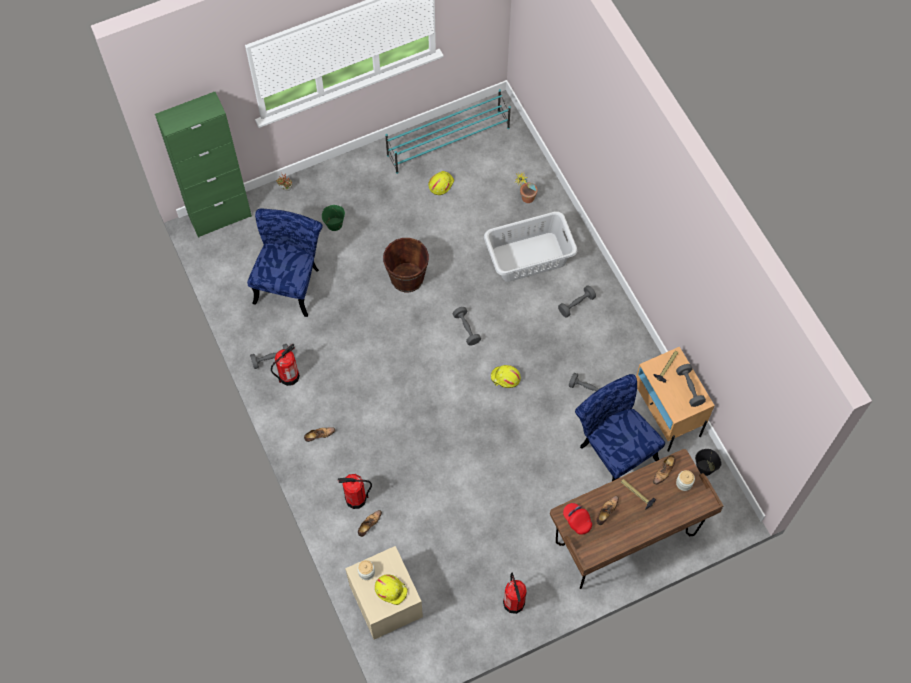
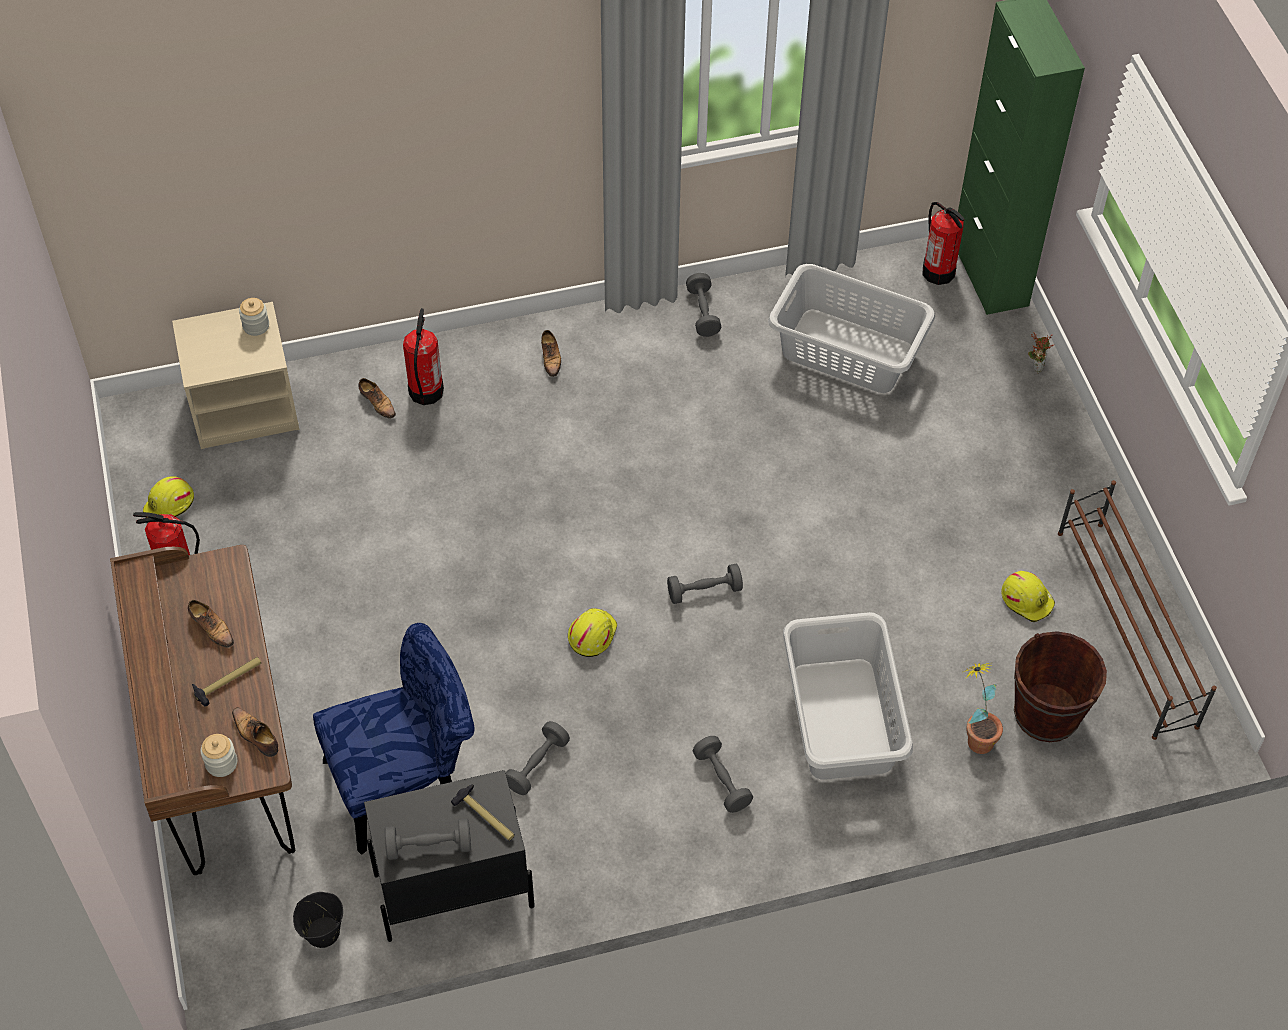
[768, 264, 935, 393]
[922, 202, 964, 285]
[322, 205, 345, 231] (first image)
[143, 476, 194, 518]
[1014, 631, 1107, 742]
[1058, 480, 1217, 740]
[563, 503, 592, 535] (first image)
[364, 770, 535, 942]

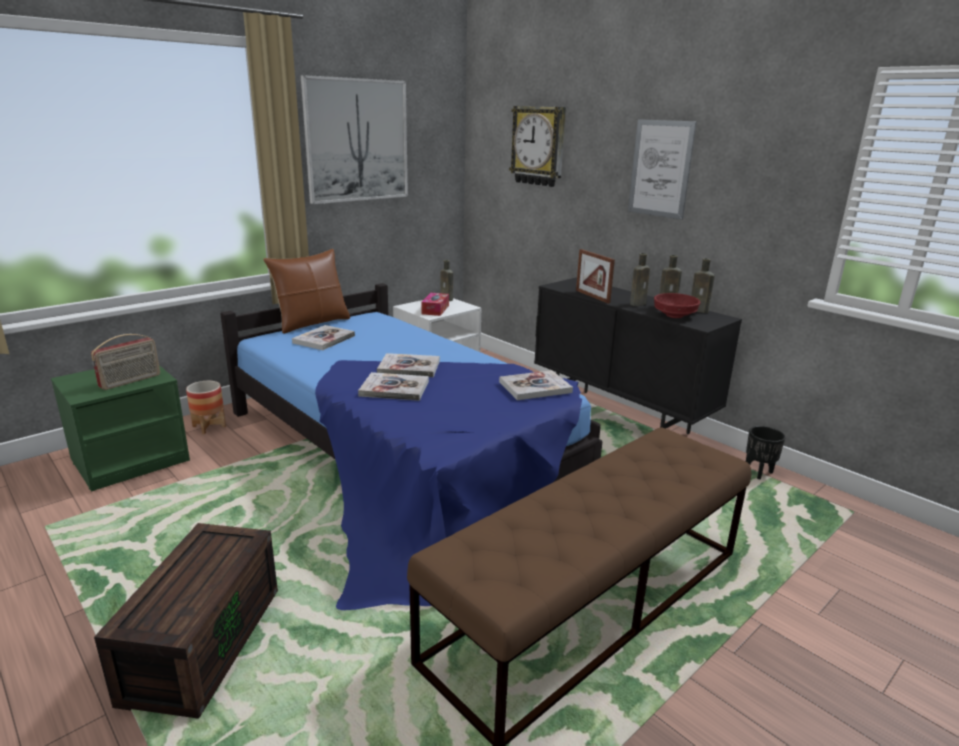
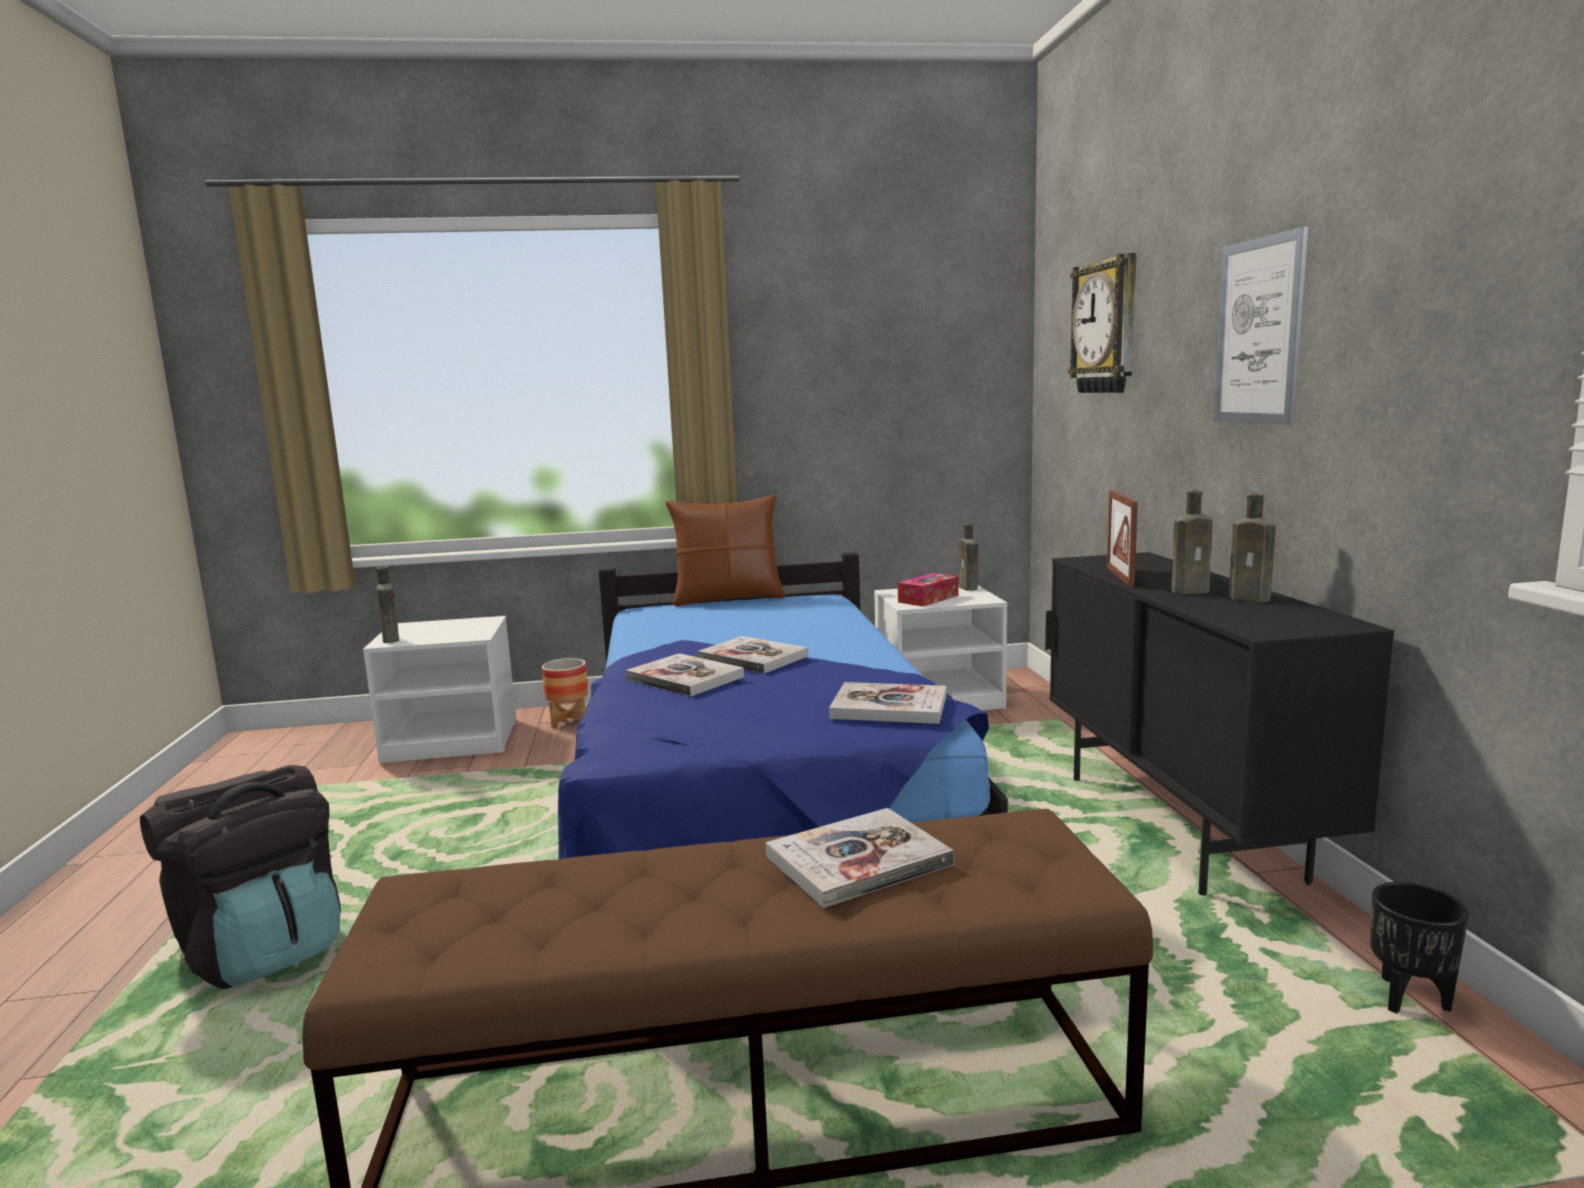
[363, 616, 516, 763]
[91, 334, 160, 390] (first image)
[140, 765, 341, 989]
[766, 808, 954, 908]
[300, 75, 408, 204] (first image)
[654, 293, 701, 318] (first image)
[376, 566, 399, 643]

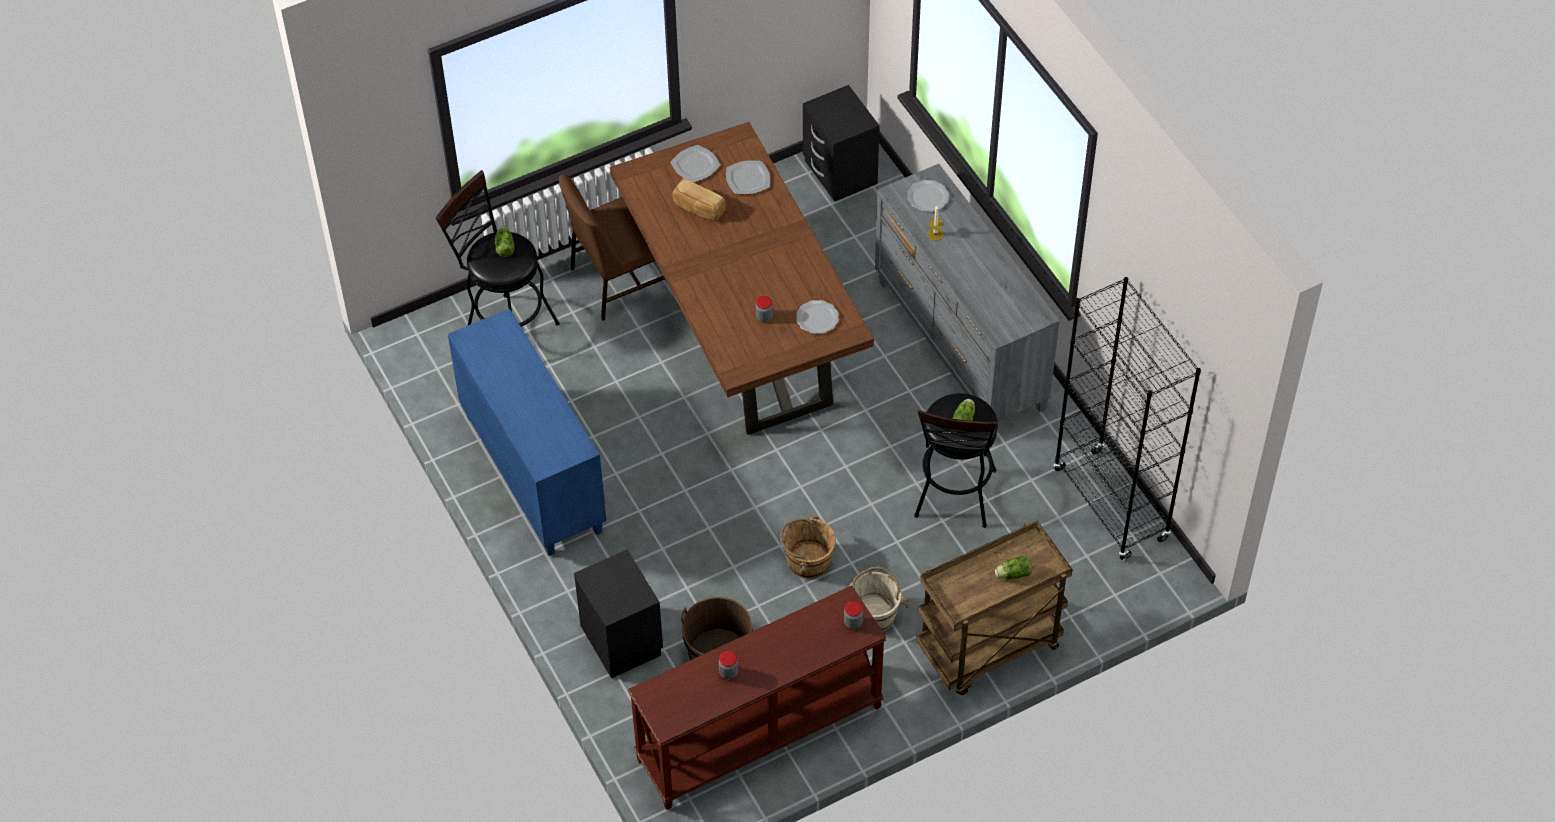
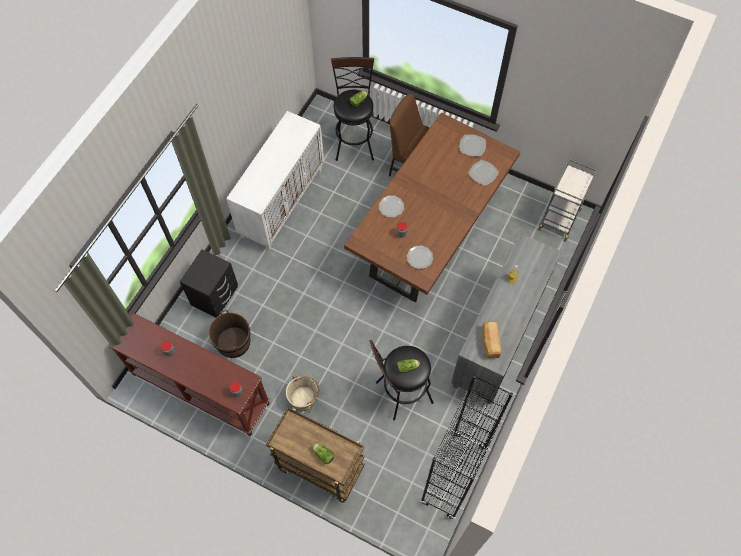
[226, 111, 324, 251]
[482, 321, 501, 358]
[780, 515, 836, 578] (first image)
[538, 159, 597, 242]
[379, 196, 404, 217]

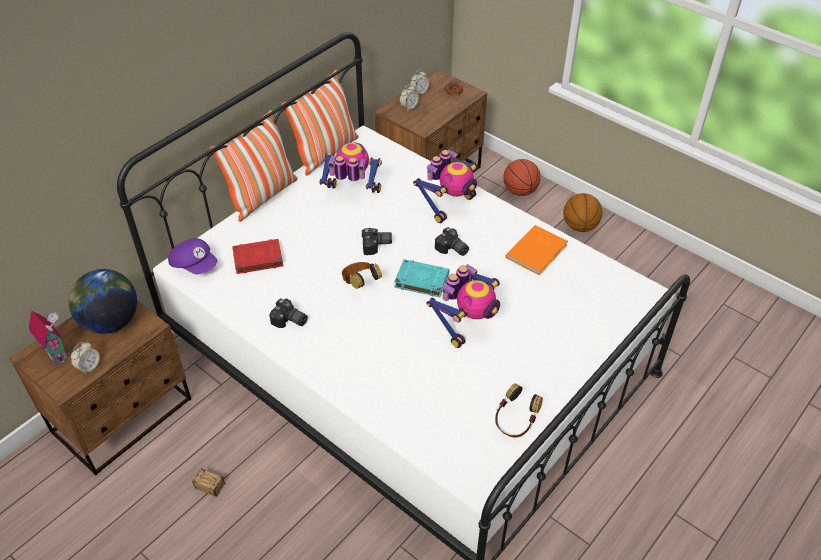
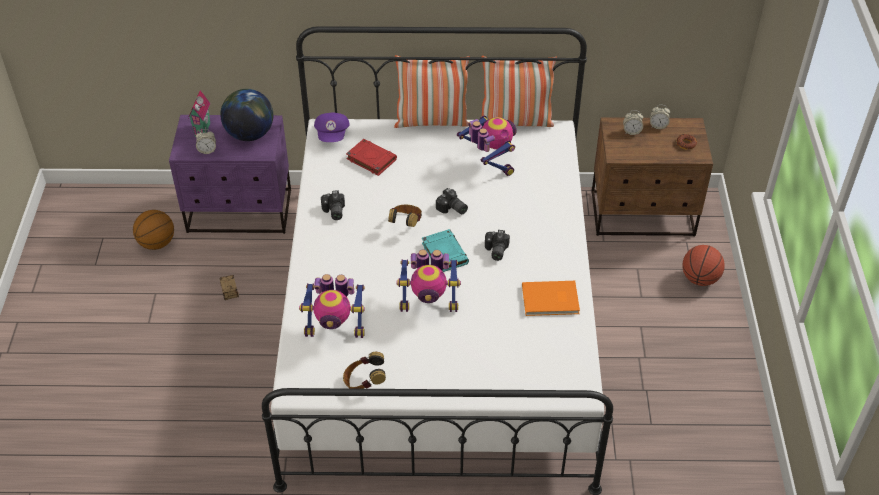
[169, 115, 291, 234]
[299, 274, 365, 338]
[133, 210, 174, 250]

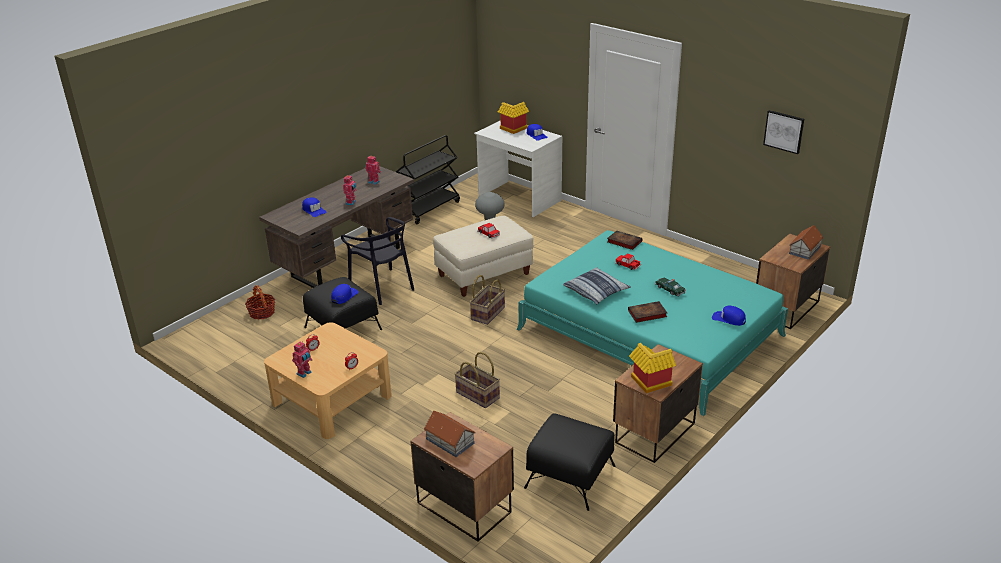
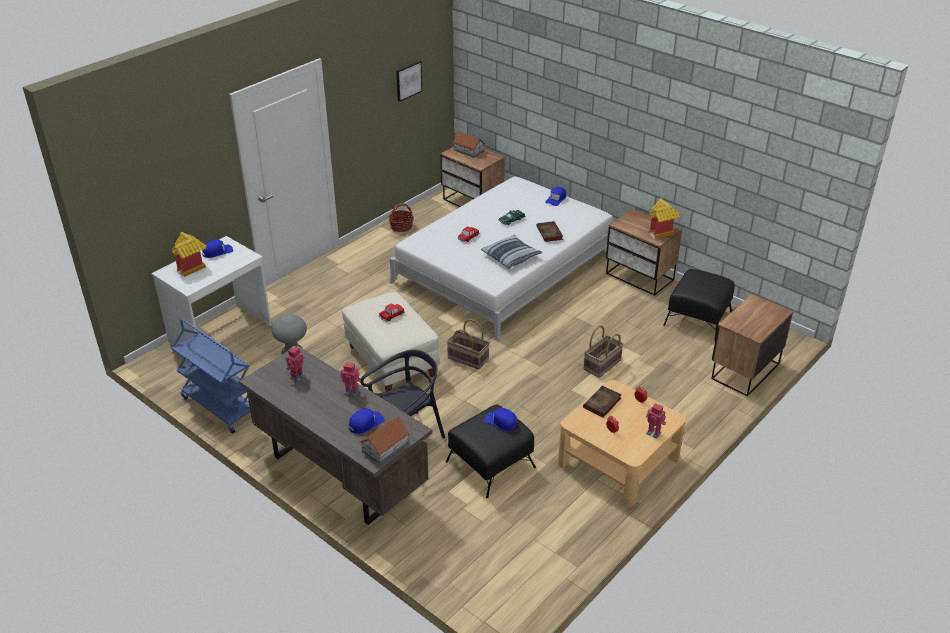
[388, 203, 414, 232]
[172, 319, 251, 434]
[360, 417, 410, 464]
[389, 176, 613, 341]
[583, 386, 621, 418]

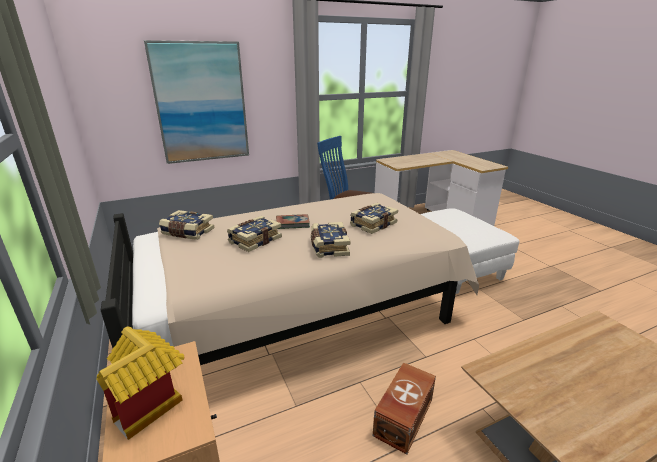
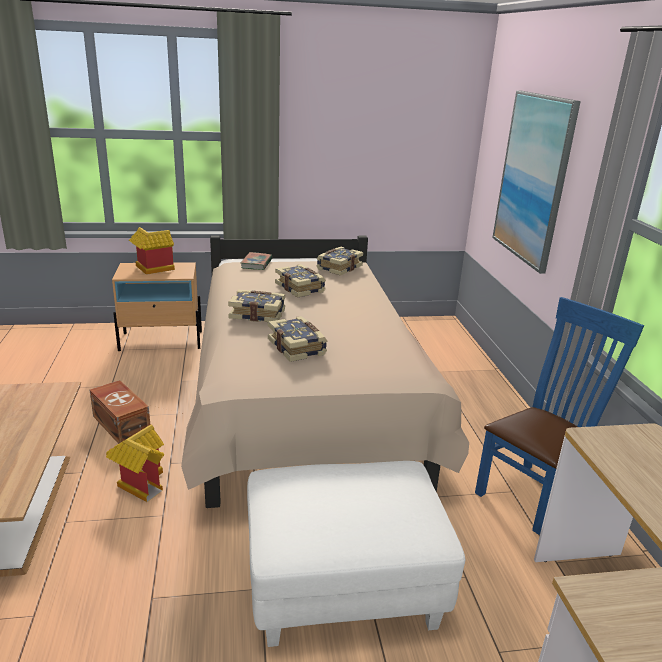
[241, 252, 273, 270]
[106, 424, 164, 502]

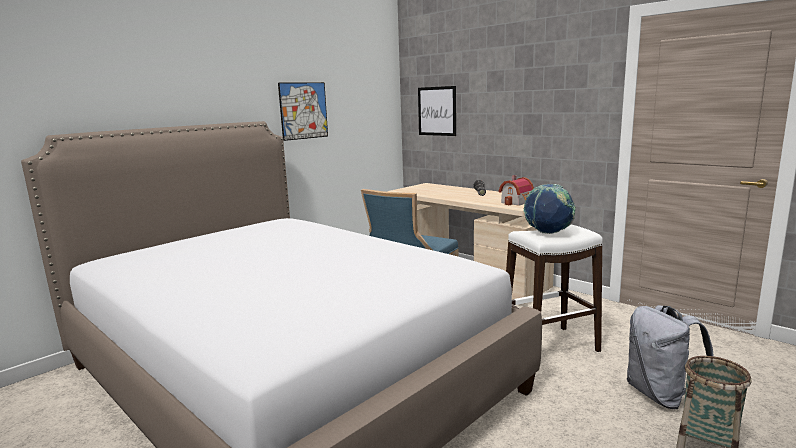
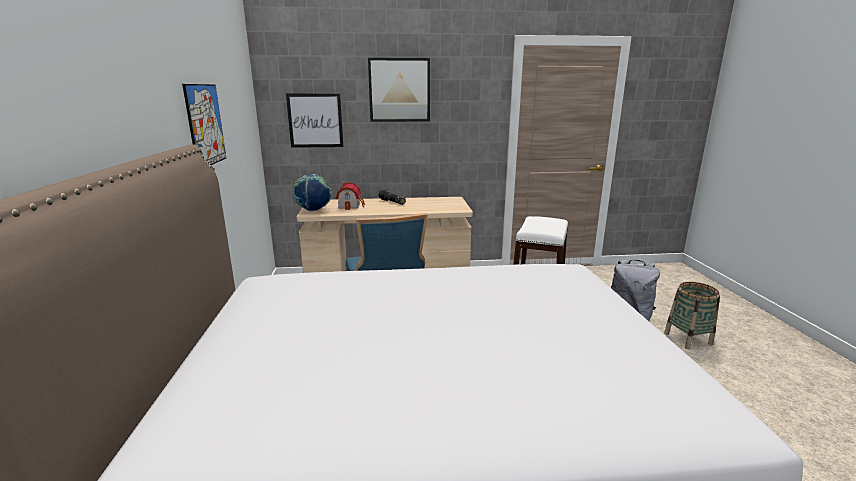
[336, 182, 365, 210]
[293, 174, 332, 211]
[368, 58, 430, 122]

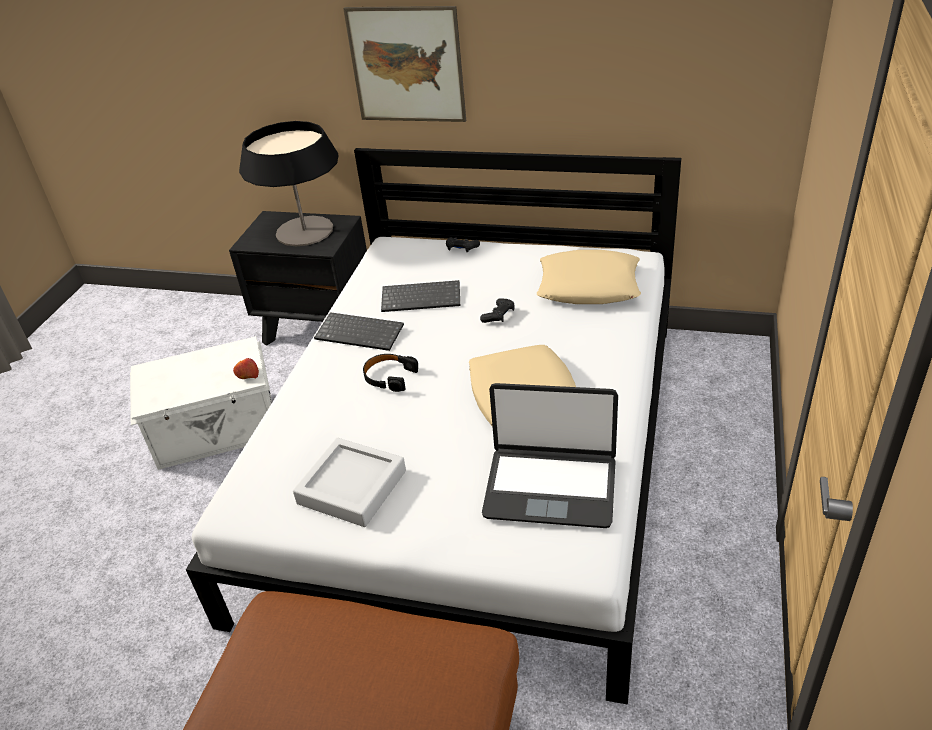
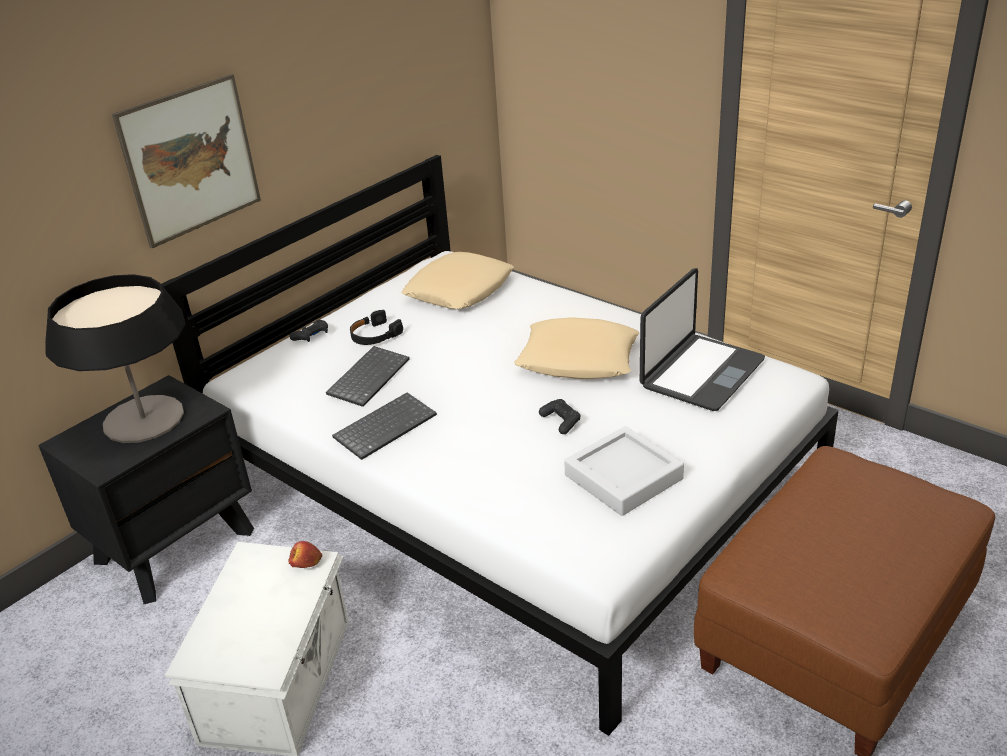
[350, 310, 403, 345]
[539, 399, 580, 434]

